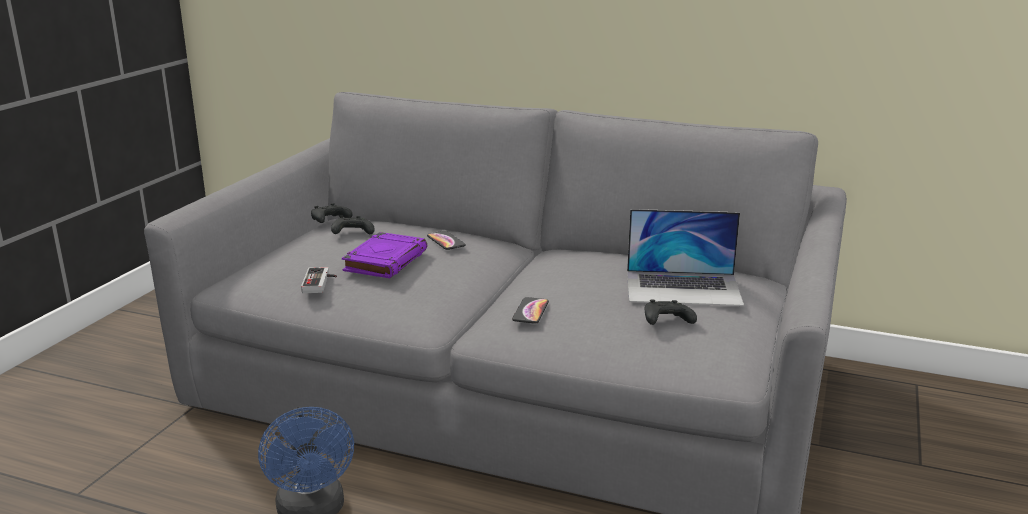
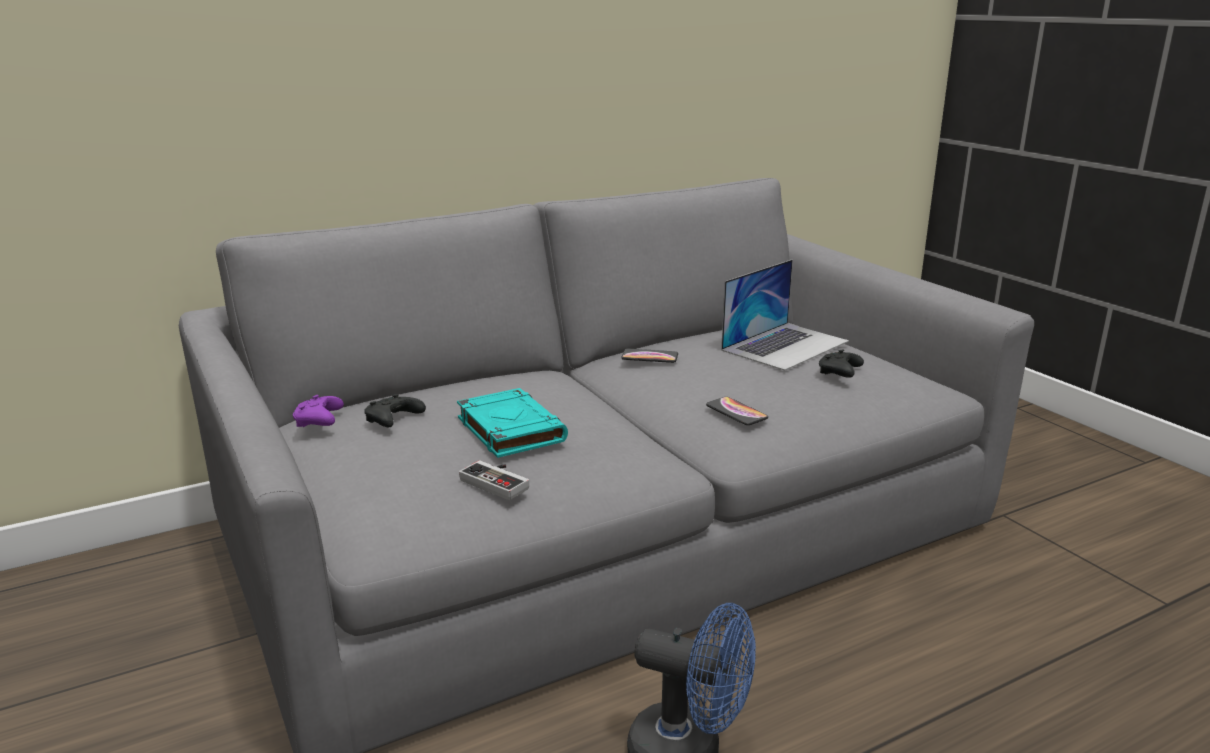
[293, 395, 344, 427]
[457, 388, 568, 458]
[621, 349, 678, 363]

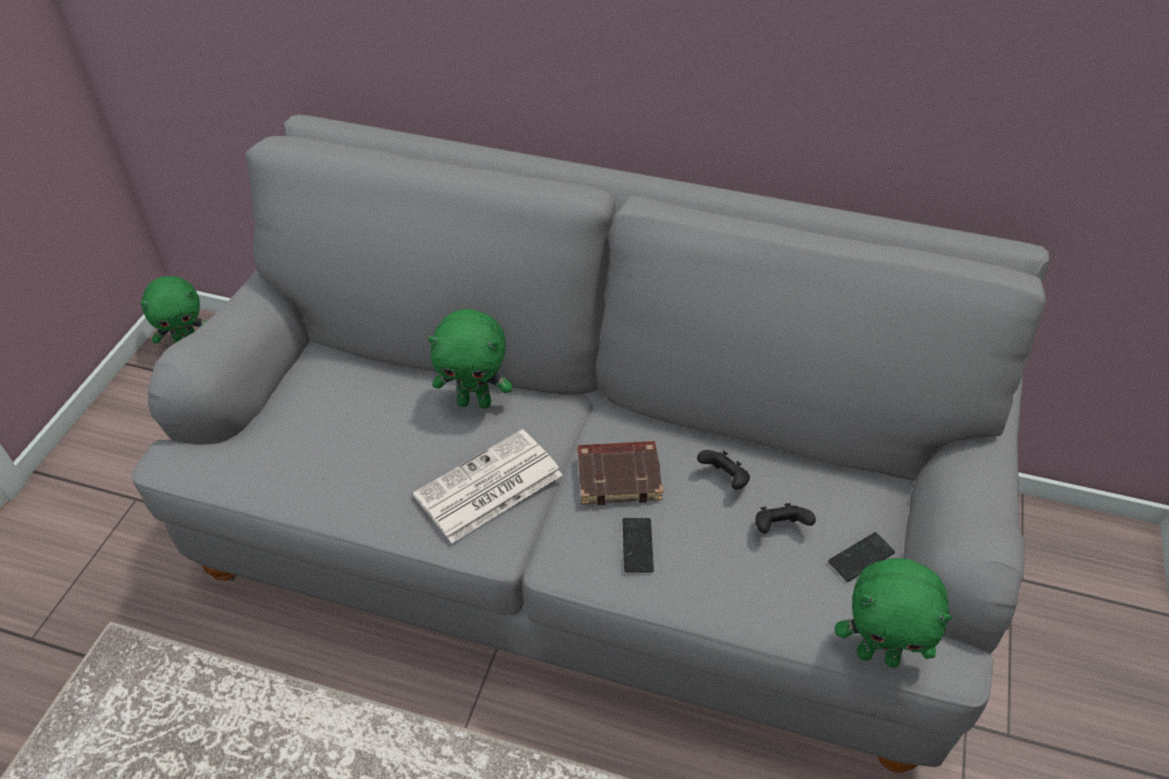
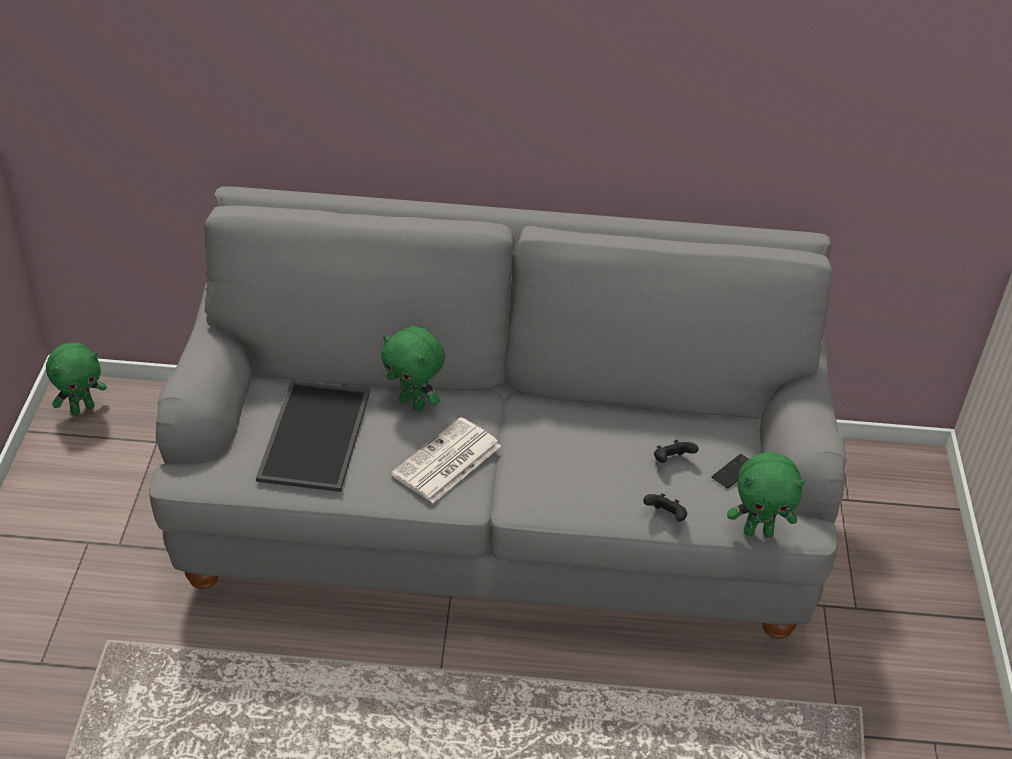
[381, 326, 445, 411]
[577, 441, 663, 505] (first image)
[623, 518, 654, 572] (first image)
[643, 493, 687, 522]
[256, 381, 370, 492]

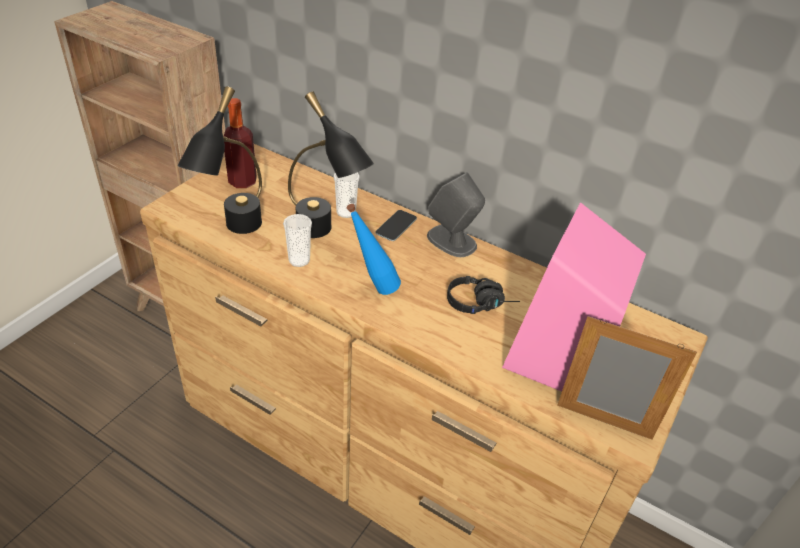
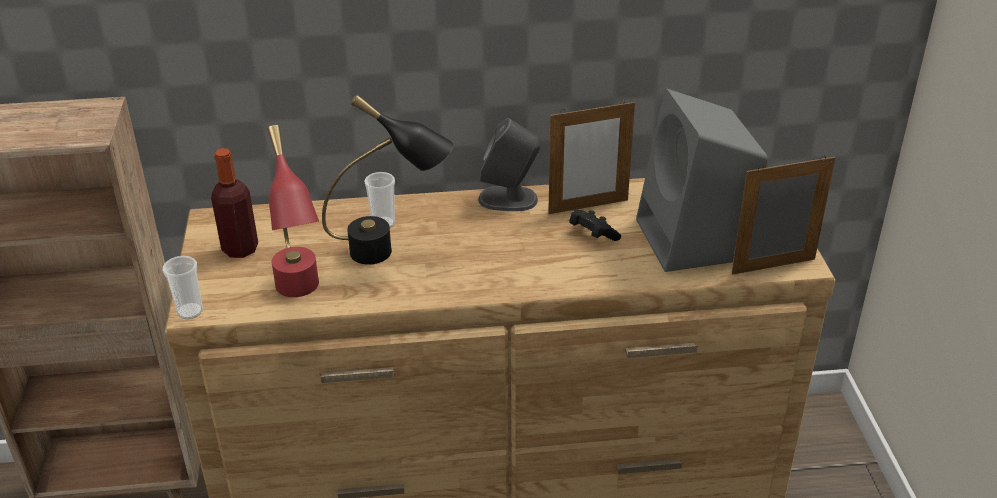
[267, 125, 319, 297]
[163, 256, 203, 319]
[347, 204, 401, 295] (first image)
[375, 210, 417, 241] (first image)
[569, 210, 621, 241]
[636, 88, 767, 272]
[548, 100, 635, 214]

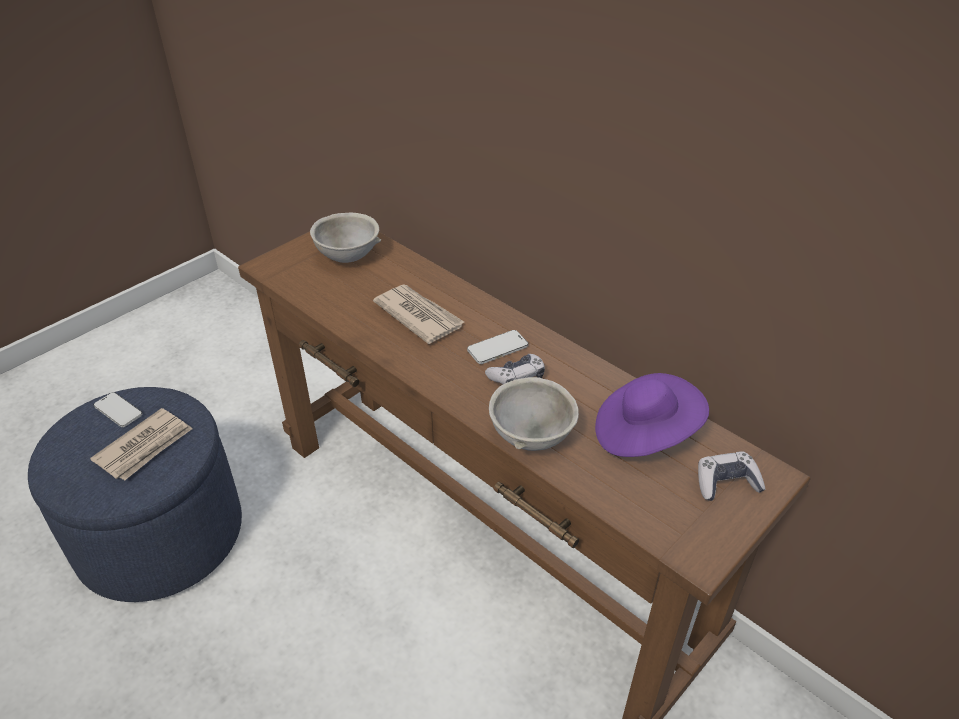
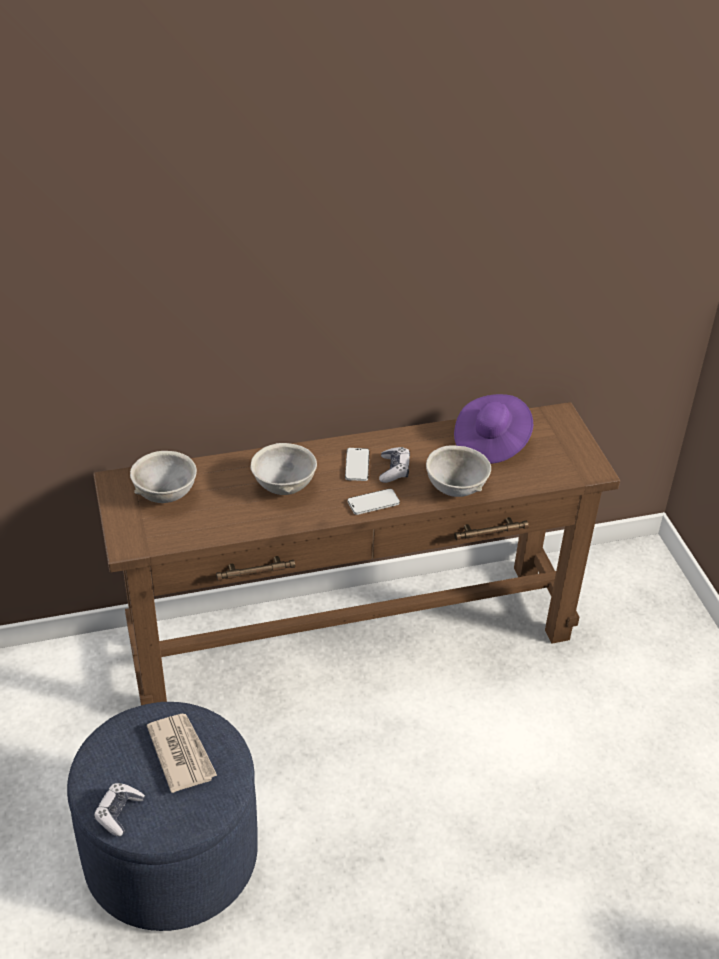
[347, 488, 400, 515]
[250, 443, 317, 495]
[94, 783, 145, 837]

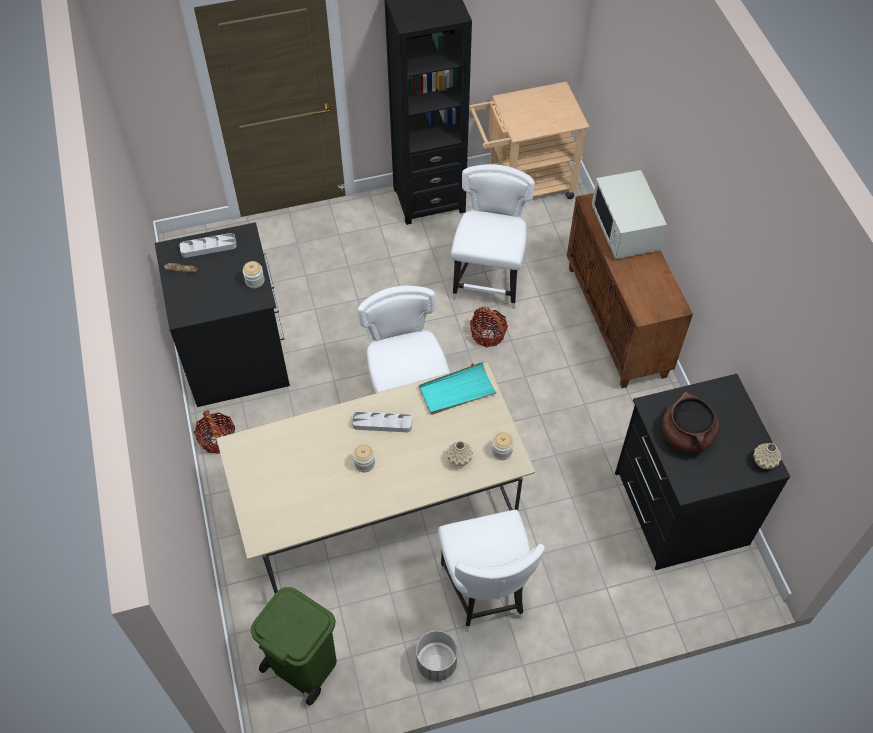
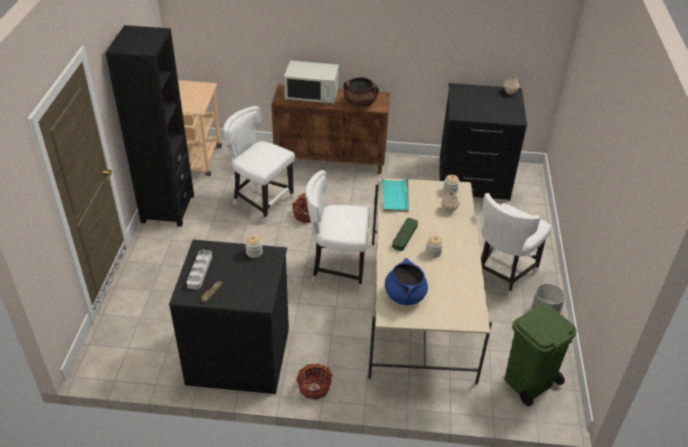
[392, 218, 418, 251]
[481, 193, 552, 297]
[344, 77, 379, 107]
[385, 258, 428, 305]

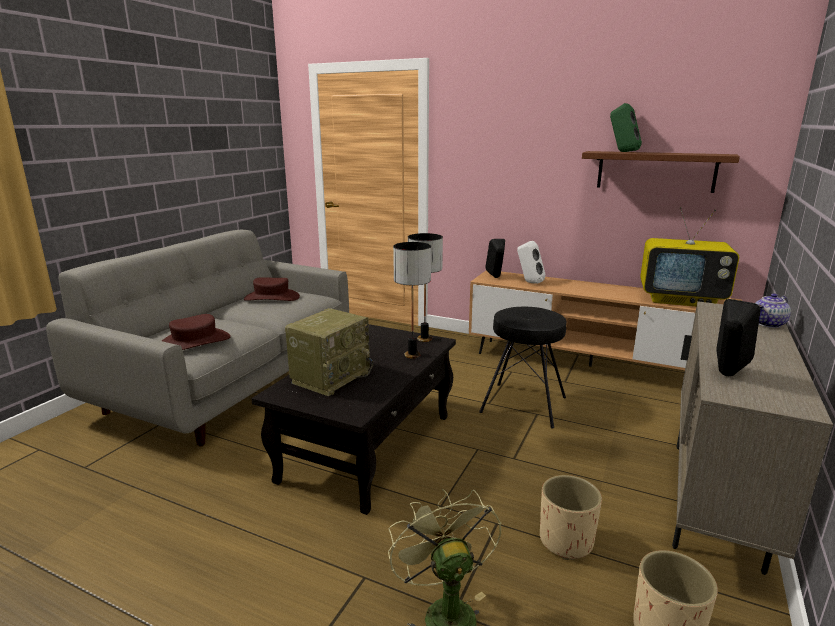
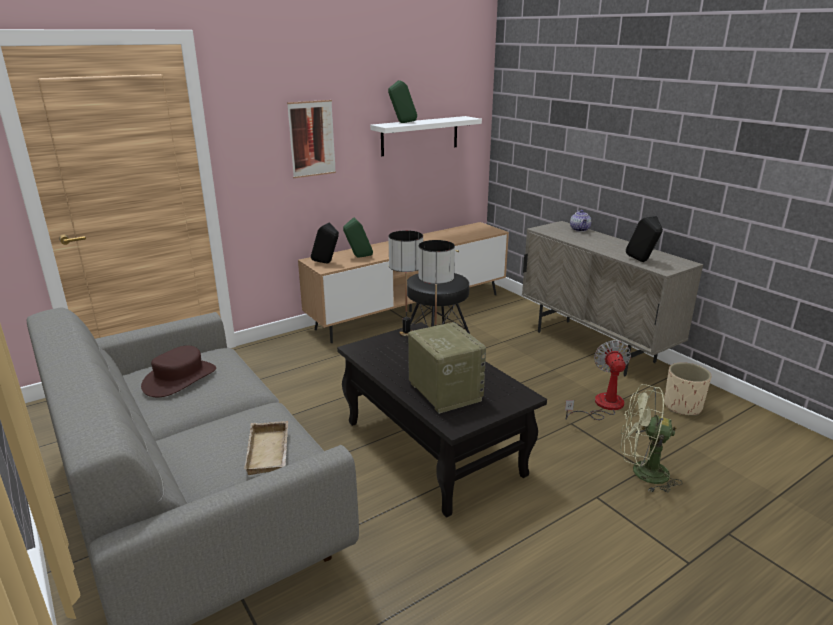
[244, 421, 288, 475]
[343, 217, 373, 257]
[565, 340, 631, 420]
[370, 116, 482, 156]
[640, 207, 739, 307] (first image)
[287, 100, 336, 178]

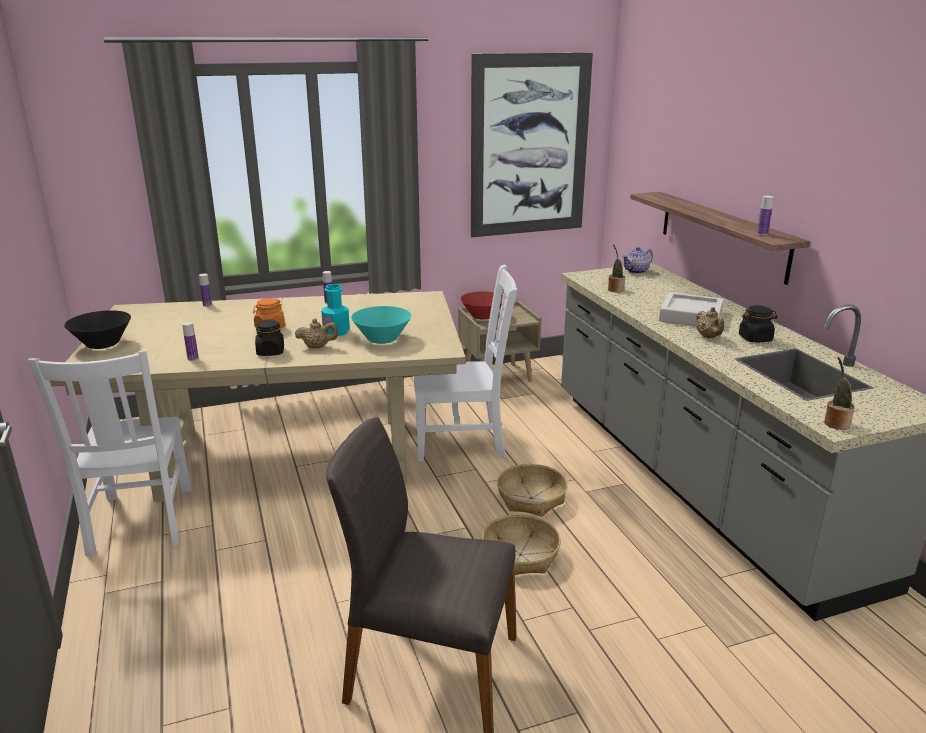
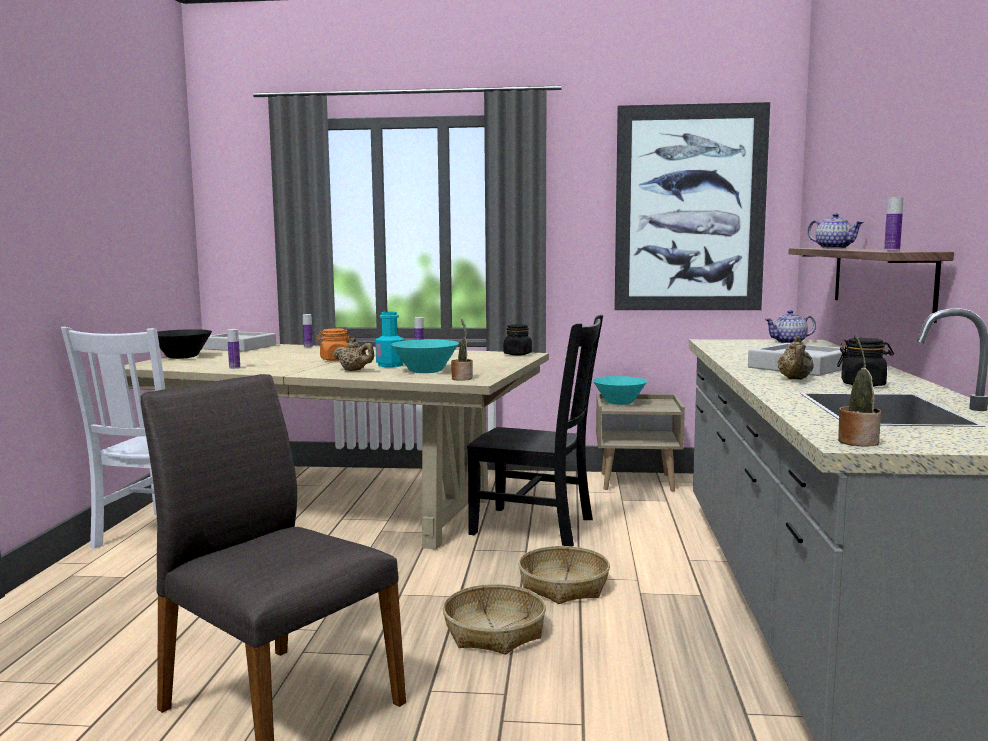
[503, 324, 532, 356]
[467, 315, 603, 546]
[593, 376, 647, 405]
[451, 319, 473, 381]
[203, 332, 276, 352]
[807, 213, 864, 248]

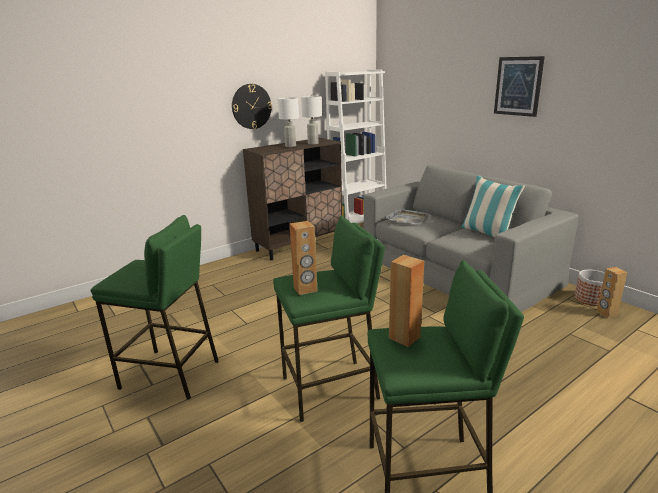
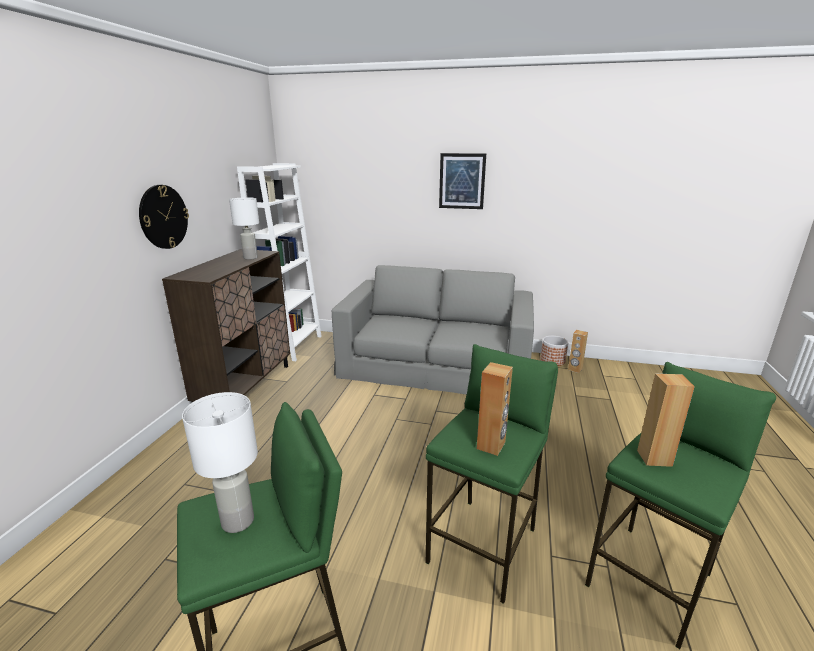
[182, 392, 258, 533]
[386, 208, 430, 225] (first image)
[461, 175, 525, 238] (first image)

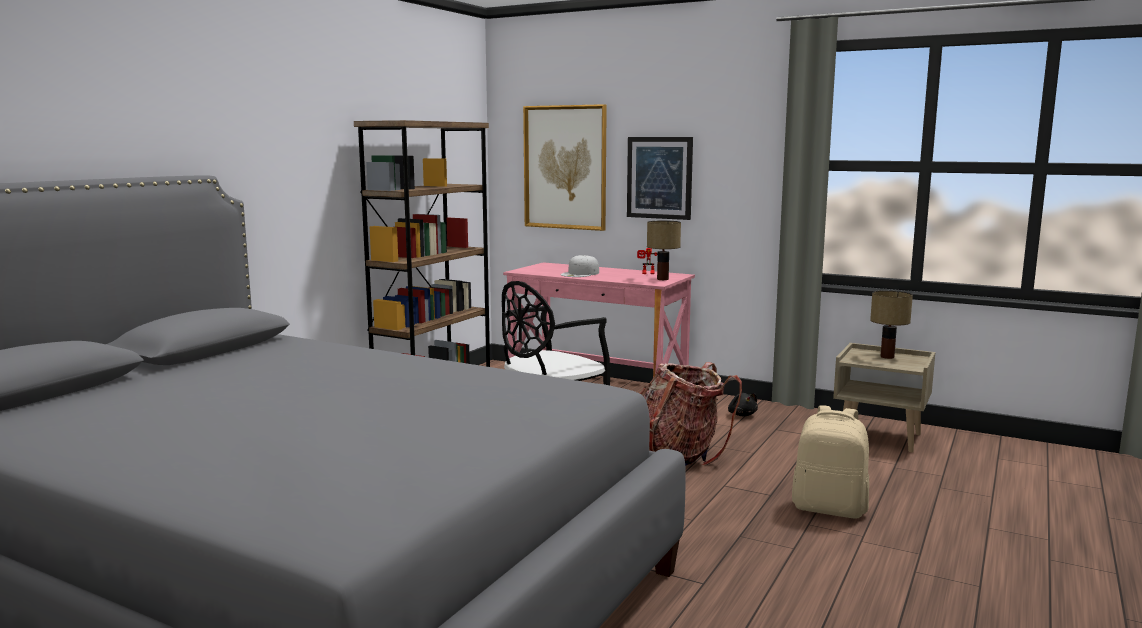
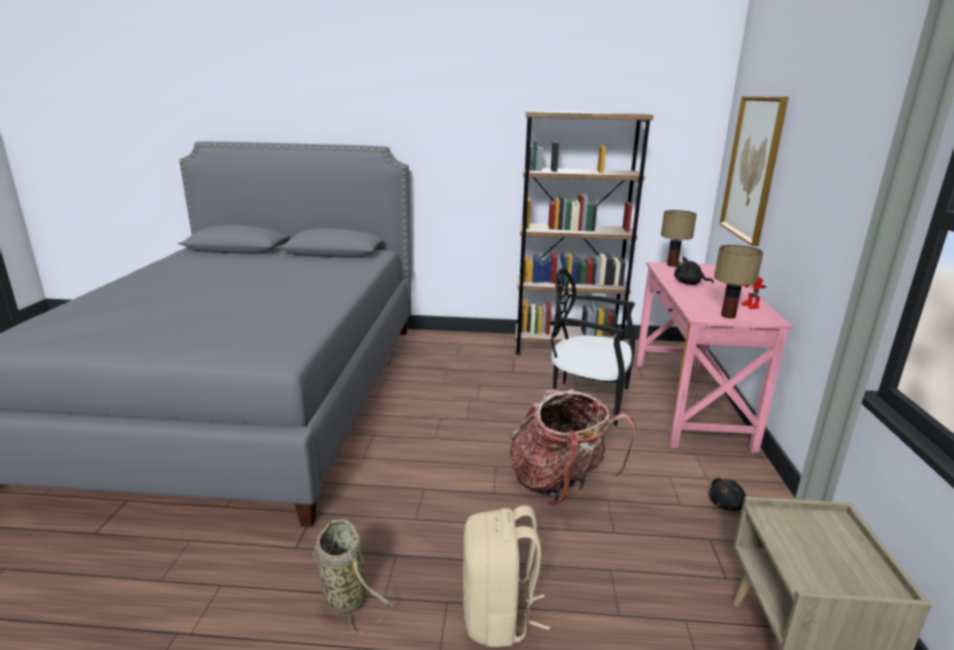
[674, 257, 714, 285]
[627, 137, 693, 220] (first image)
[661, 210, 697, 267]
[313, 519, 393, 635]

